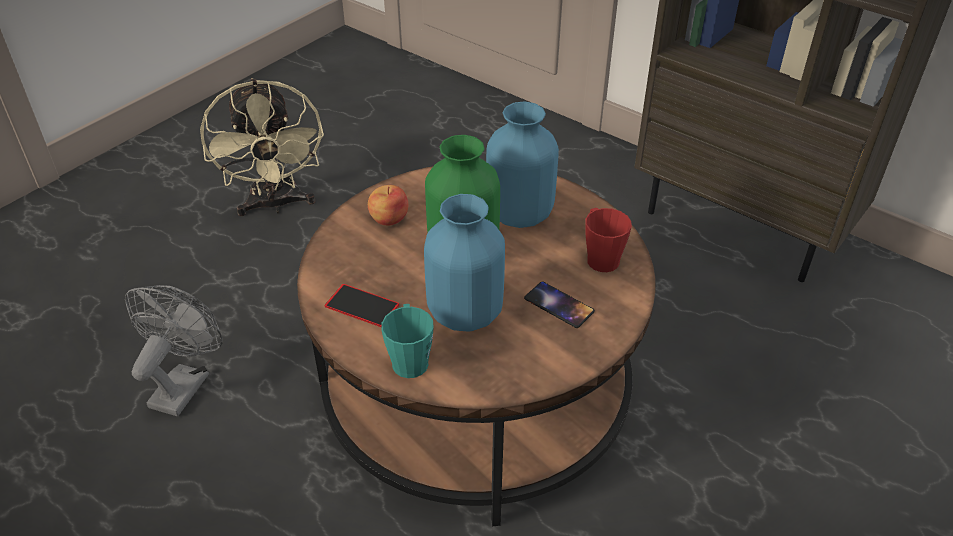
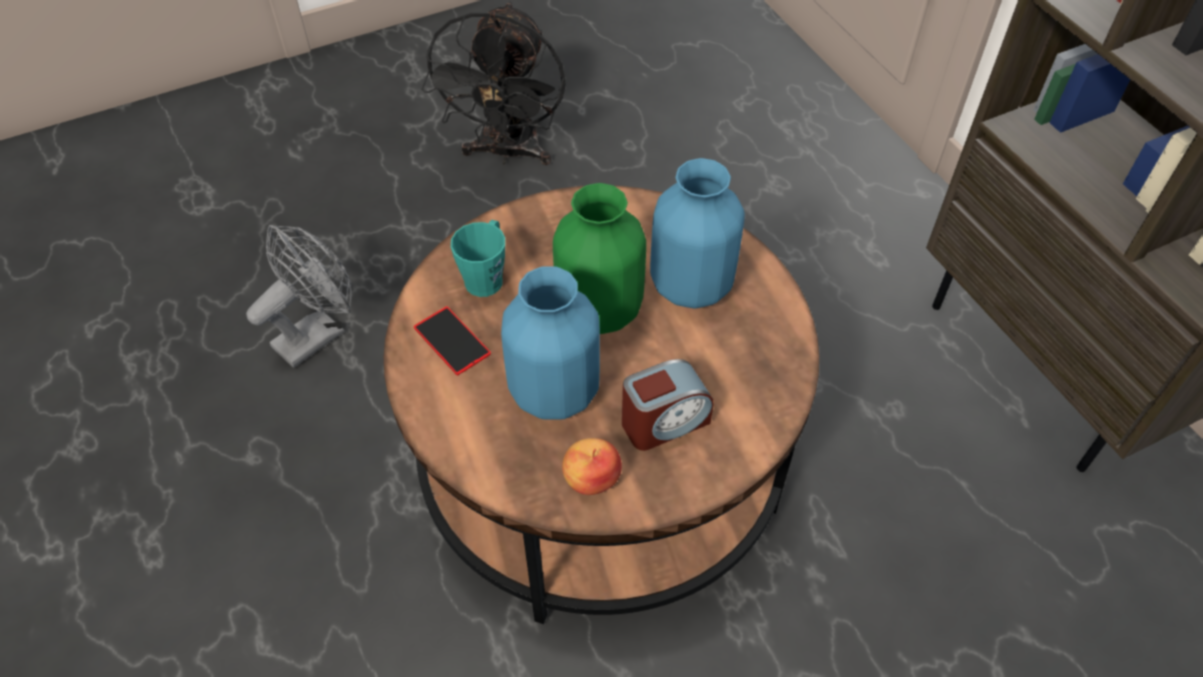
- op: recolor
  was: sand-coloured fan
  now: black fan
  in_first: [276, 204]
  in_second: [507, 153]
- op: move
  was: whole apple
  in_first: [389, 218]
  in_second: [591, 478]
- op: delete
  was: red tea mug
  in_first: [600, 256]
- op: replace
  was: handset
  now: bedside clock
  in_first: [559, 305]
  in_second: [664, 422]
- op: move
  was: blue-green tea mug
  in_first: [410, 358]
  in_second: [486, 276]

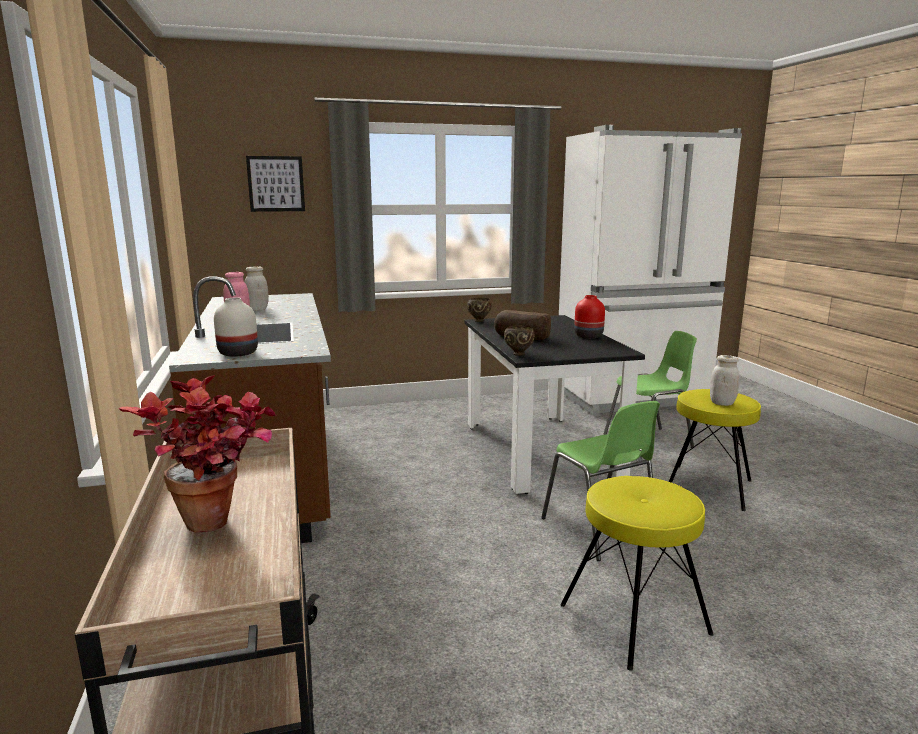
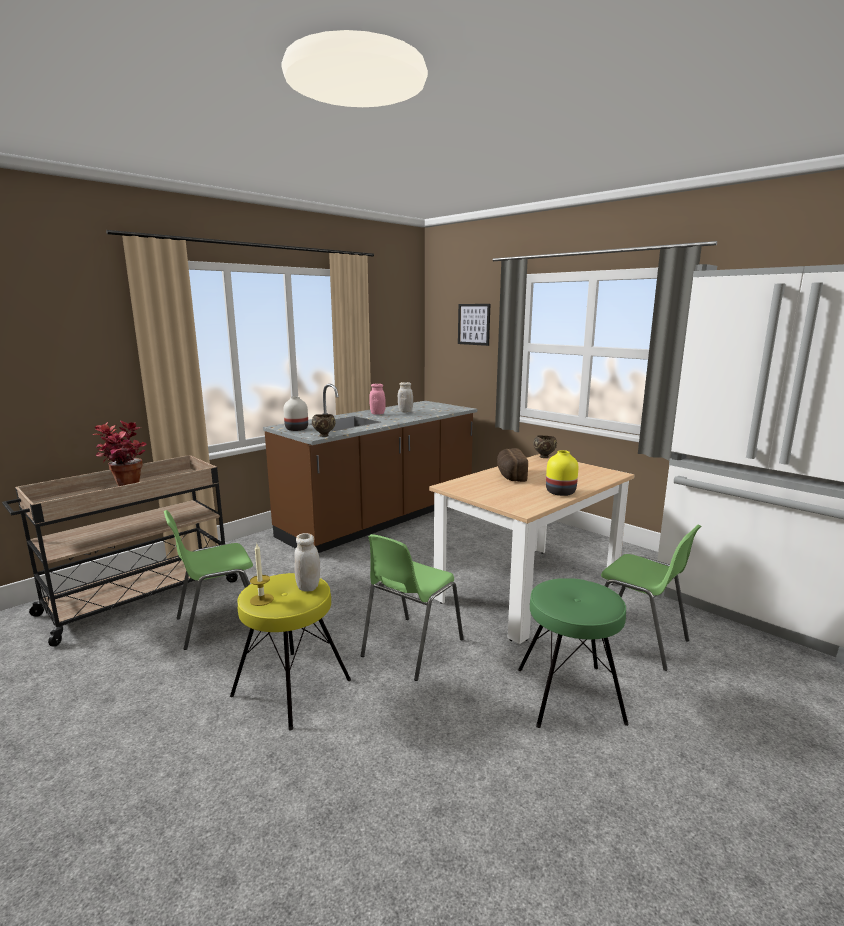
- op: recolor
  was: red vase
  now: yellow-coloured vase
  in_first: [587, 336]
  in_second: [560, 492]
- op: recolor
  was: black dining table
  now: sand-coloured dining table
  in_first: [539, 451]
  in_second: [529, 590]
- op: move
  was: brown serving bowl
  in_first: [518, 354]
  in_second: [324, 435]
- op: move
  was: whitish preserve jar
  in_first: [722, 403]
  in_second: [308, 587]
- op: recolor
  was: yellow-coloured sitting stool
  now: green-coloured sitting stool
  in_first: [707, 487]
  in_second: [568, 694]
- op: insert
  now: green-coloured upright chair
  in_second: [220, 623]
- op: insert
  now: wax light
  in_second: [261, 599]

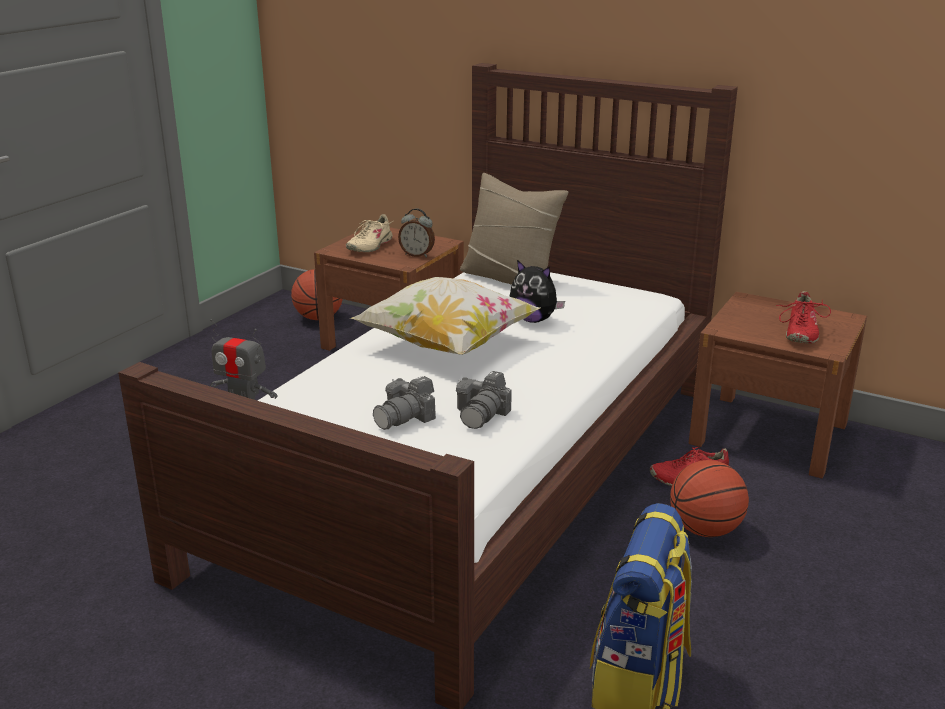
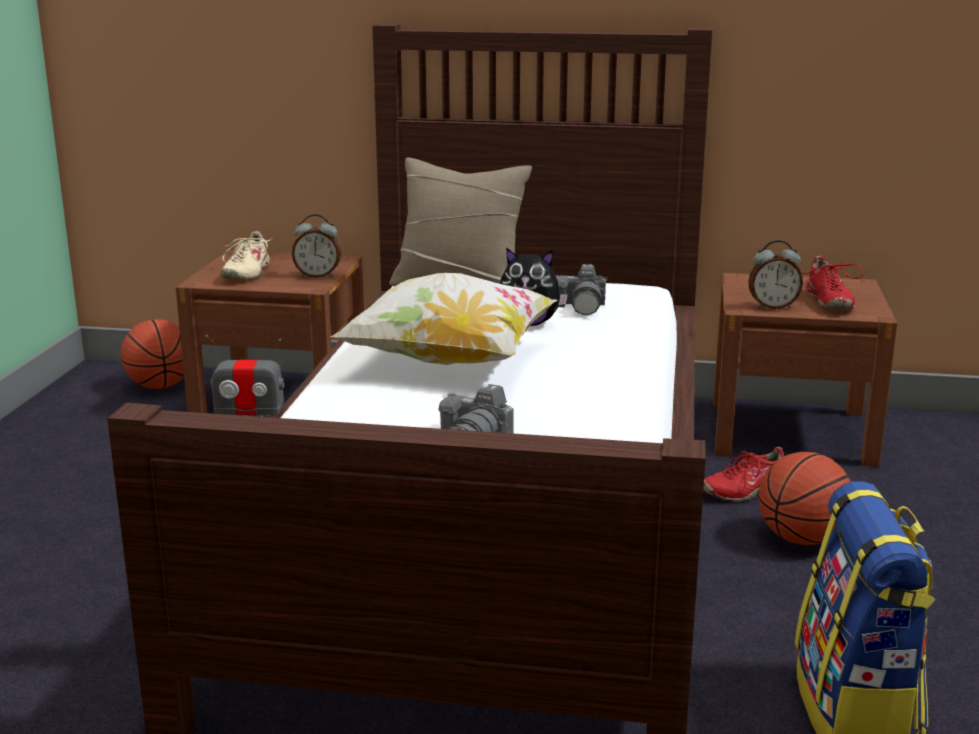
- op: move
  was: still camera
  in_first: [482, 414]
  in_second: [581, 307]
- op: insert
  now: bedside clock
  in_second: [772, 307]

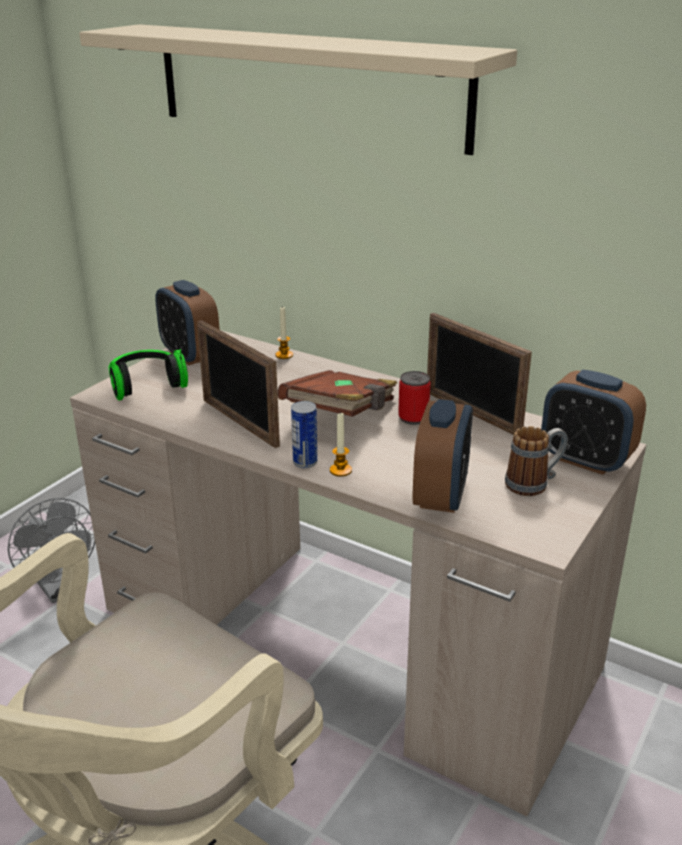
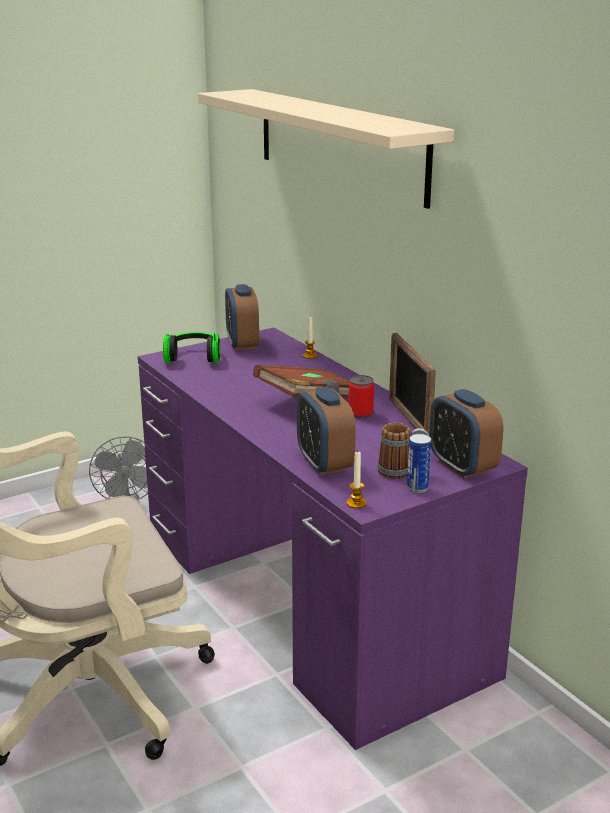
- op: delete
  was: photo frame
  in_first: [239, 423]
- op: recolor
  was: sand-coloured desk table
  now: purple-coloured desk table
  in_first: [344, 639]
  in_second: [307, 599]
- op: rotate
  was: bedside clock
  in_first: [441, 495]
  in_second: [324, 464]
  clockwise: 120
- op: move
  was: metal can
  in_first: [305, 462]
  in_second: [417, 488]
- op: move
  was: wax light
  in_first: [340, 470]
  in_second: [356, 503]

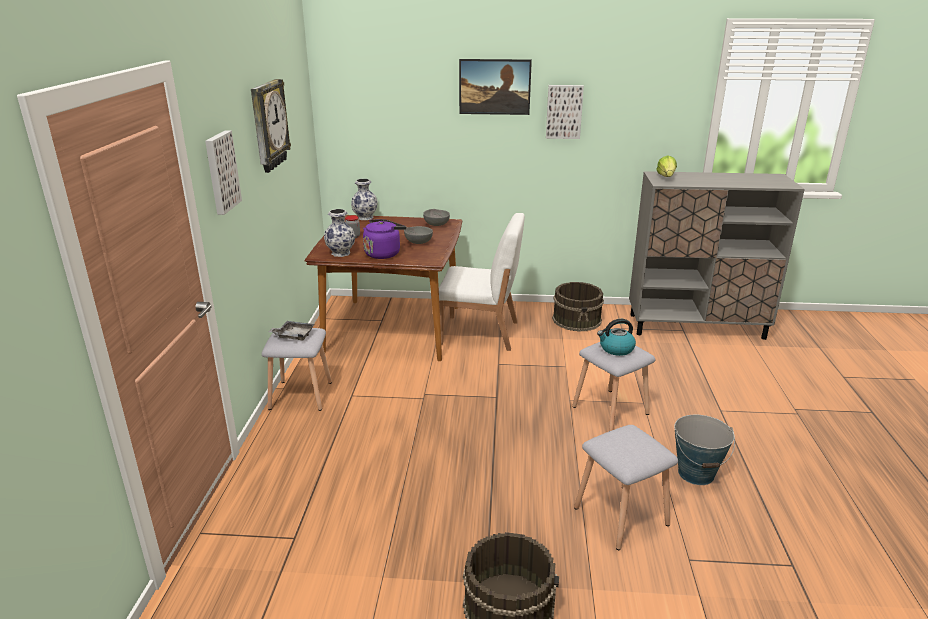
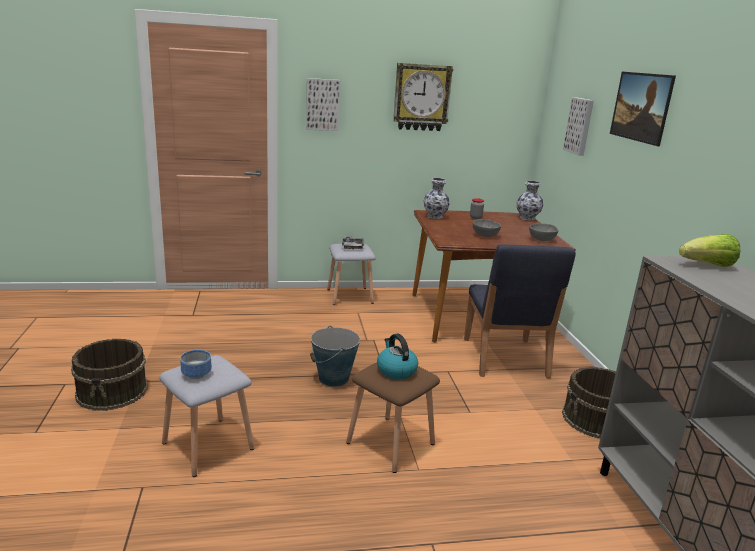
- op: move
  was: wall picture
  in_first: [564, 111]
  in_second: [580, 126]
- op: recolor
  was: whitish upright chair
  now: blue upright chair
  in_first: [480, 333]
  in_second: [504, 358]
- op: delete
  was: purple-coloured tea kettle
  in_first: [384, 253]
- op: recolor
  was: greyish sitting stool
  now: brown sitting stool
  in_first: [610, 409]
  in_second: [392, 443]
- op: move
  was: bucket
  in_first: [696, 473]
  in_second: [334, 378]
- op: insert
  now: serving bowl
  in_second: [197, 374]

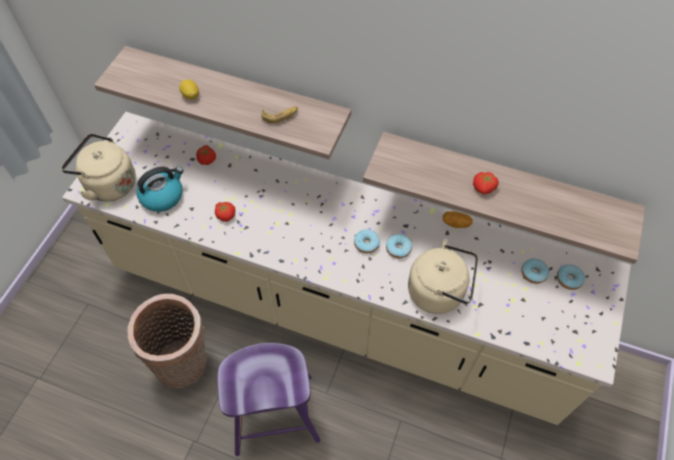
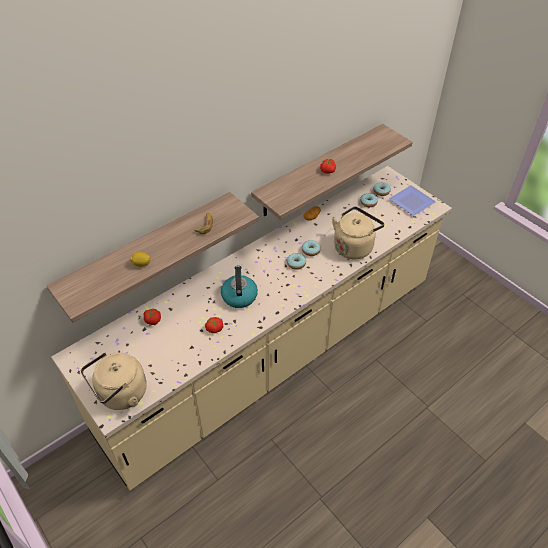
- op: move
  was: tea kettle
  in_first: [163, 196]
  in_second: [239, 296]
- op: delete
  was: basket
  in_first: [184, 362]
- op: delete
  was: purple-coloured sitting stool
  in_first: [273, 414]
- op: insert
  now: dinner plate
  in_second: [410, 202]

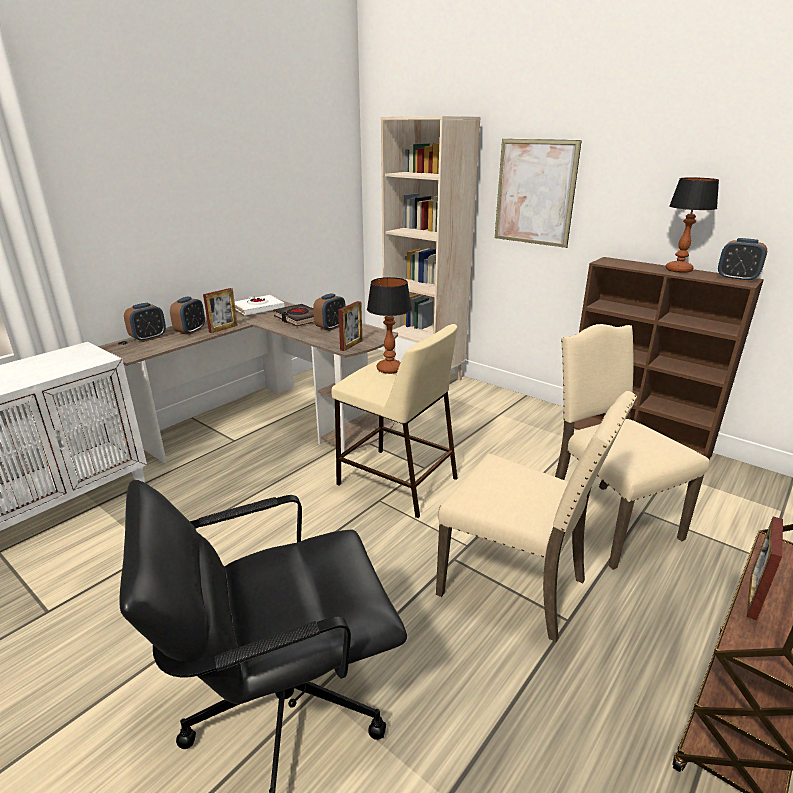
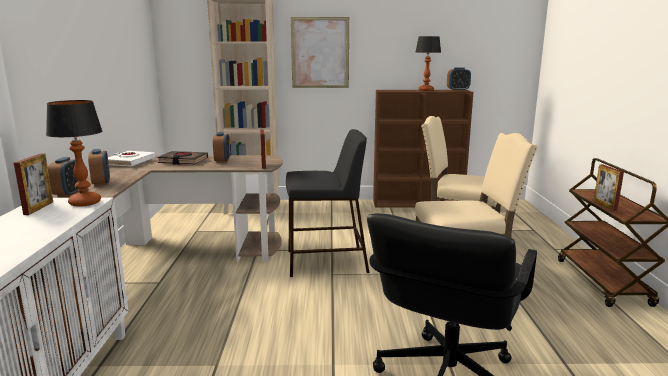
- op: move
  was: lamp for a table
  in_first: [390, 369]
  in_second: [85, 202]
- op: move
  was: photo frame
  in_first: [223, 328]
  in_second: [39, 208]
- op: recolor
  was: sand-coloured sitting stool
  now: black sitting stool
  in_first: [395, 481]
  in_second: [325, 261]

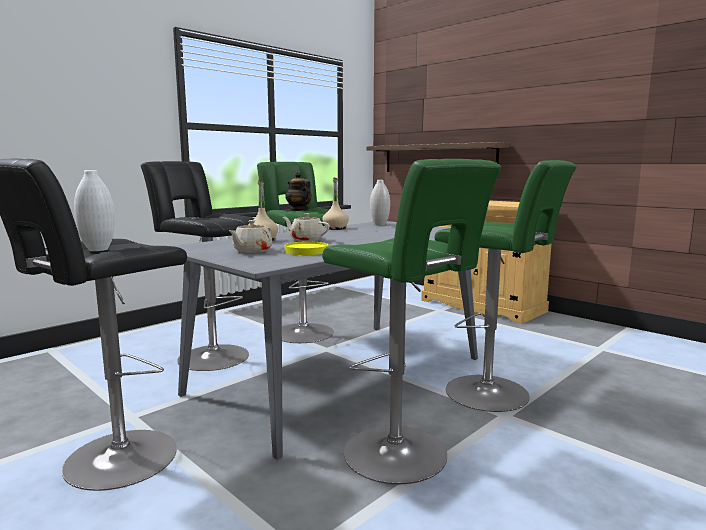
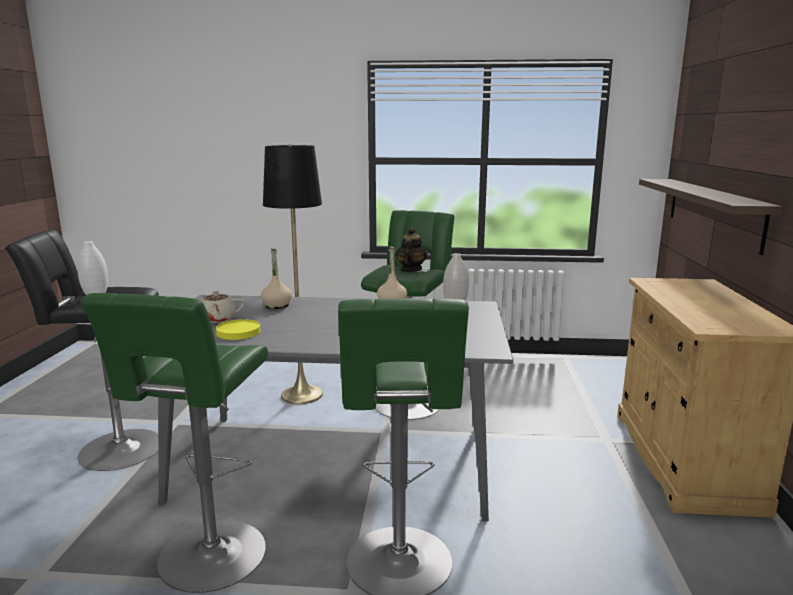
- op: replace
  was: black sitting stool
  now: black standard lamp
  in_first: [209, 356]
  in_second: [301, 395]
- op: delete
  was: sand-coloured pot for tea
  in_first: [306, 240]

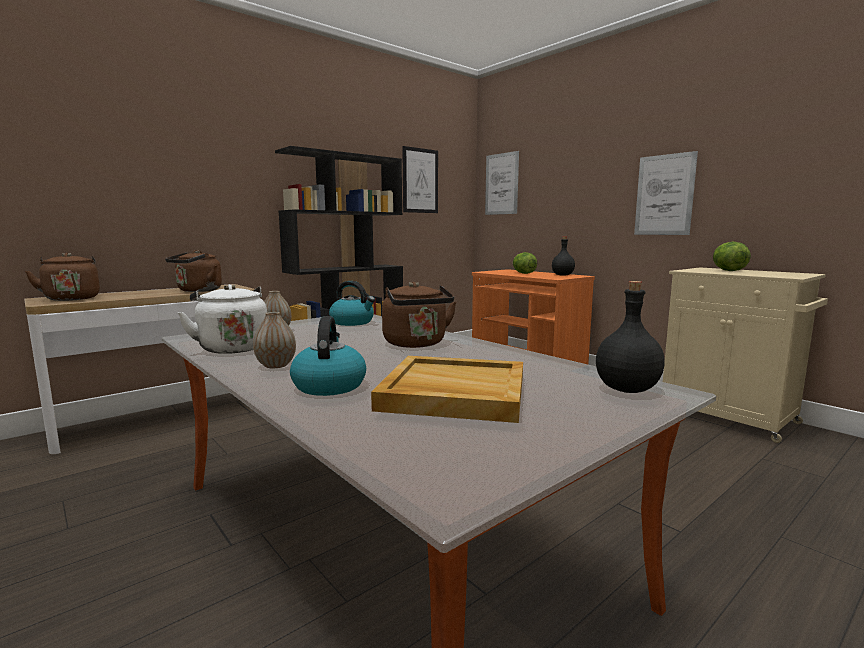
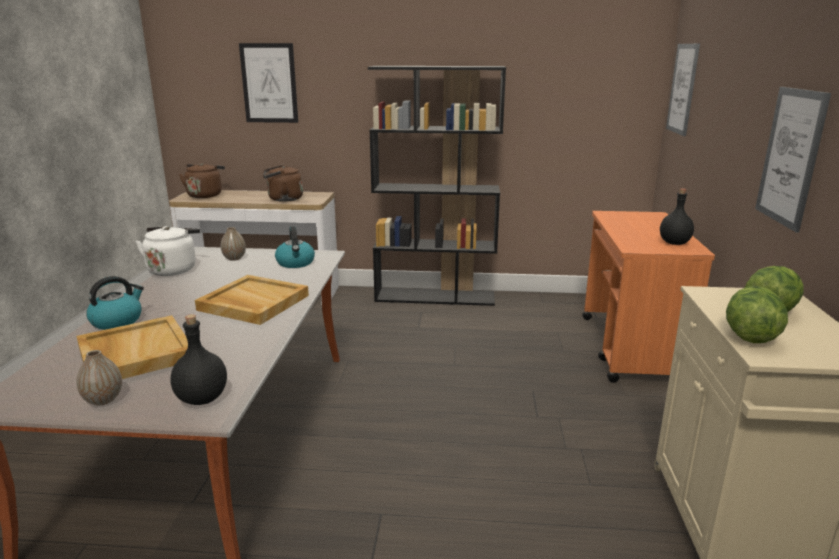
- op: move
  was: wall picture
  in_first: [420, 181]
  in_second: [269, 83]
- op: move
  was: lettuce
  in_first: [523, 273]
  in_second: [750, 336]
- op: replace
  was: brown tea kettle
  now: sand-coloured serving tray
  in_first: [416, 344]
  in_second: [252, 303]
- op: move
  was: vase
  in_first: [276, 365]
  in_second: [103, 400]

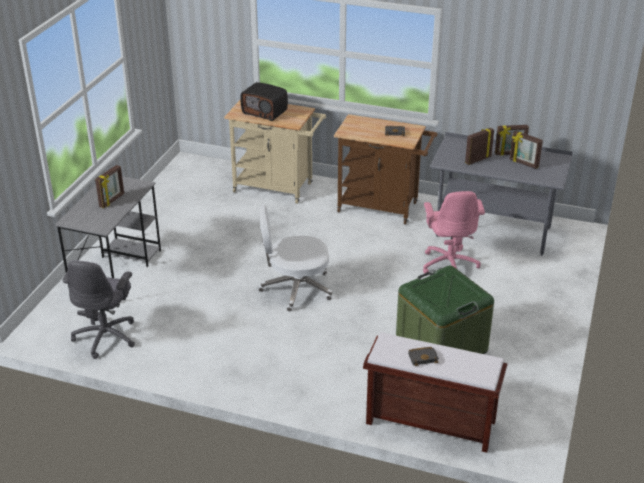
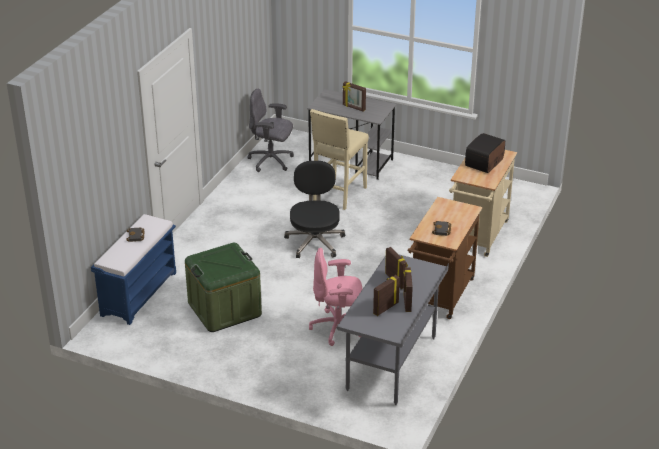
- op: recolor
  was: whitish computer chair
  now: black computer chair
  in_first: [295, 288]
  in_second: [315, 241]
- op: recolor
  was: brown long seat
  now: blue long seat
  in_first: [429, 423]
  in_second: [139, 293]
- op: insert
  now: sand-coloured sitting stool
  in_second: [338, 194]

